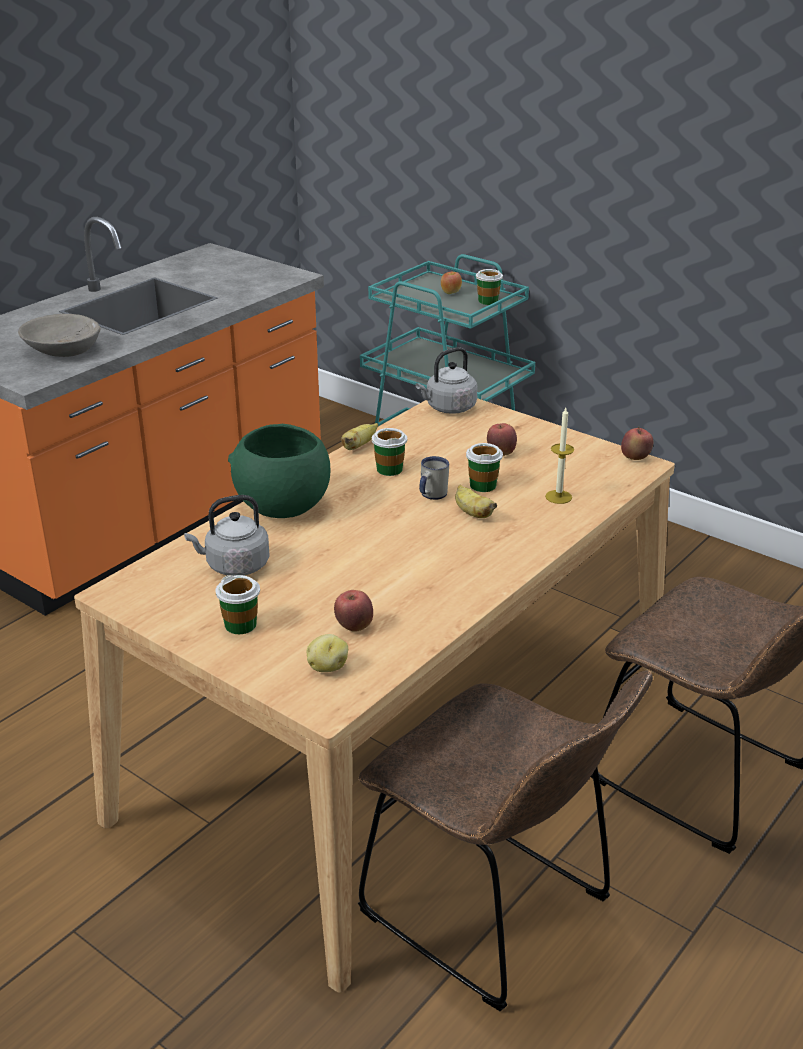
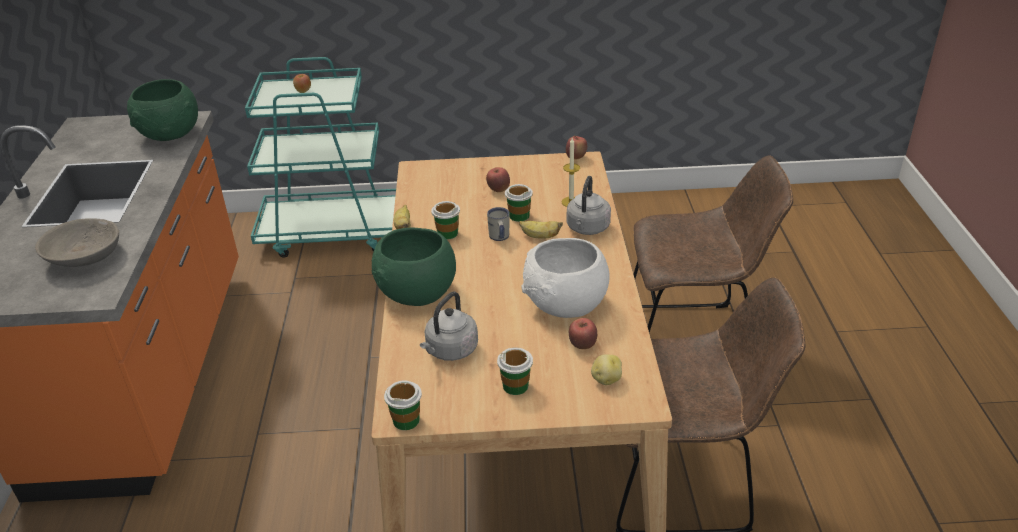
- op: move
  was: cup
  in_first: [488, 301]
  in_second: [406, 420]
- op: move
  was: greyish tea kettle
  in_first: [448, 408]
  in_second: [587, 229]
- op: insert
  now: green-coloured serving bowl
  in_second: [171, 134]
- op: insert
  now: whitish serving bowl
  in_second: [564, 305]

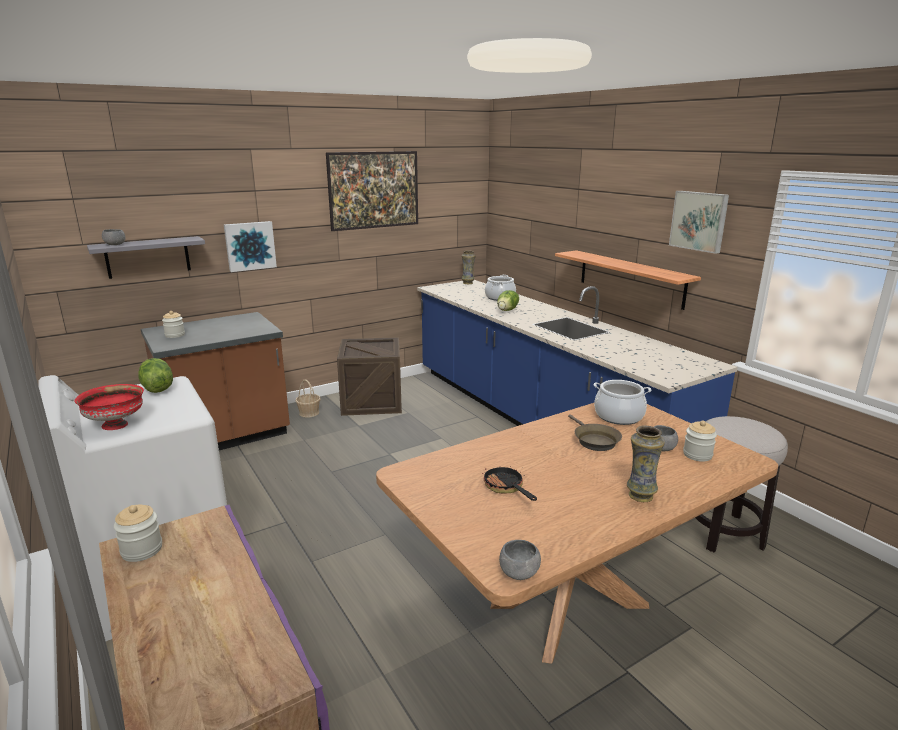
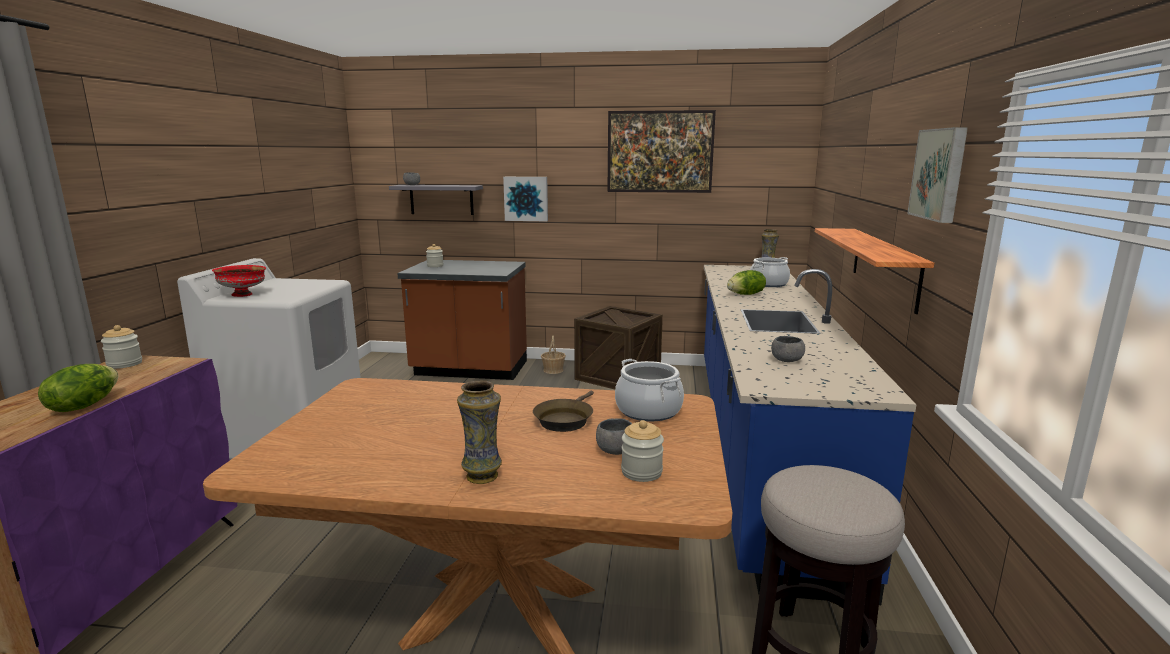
- op: move
  was: lettuce
  in_first: [156, 388]
  in_second: [83, 405]
- op: delete
  was: pan
  in_first: [506, 488]
- op: move
  was: greyish serving bowl
  in_first: [518, 573]
  in_second: [786, 360]

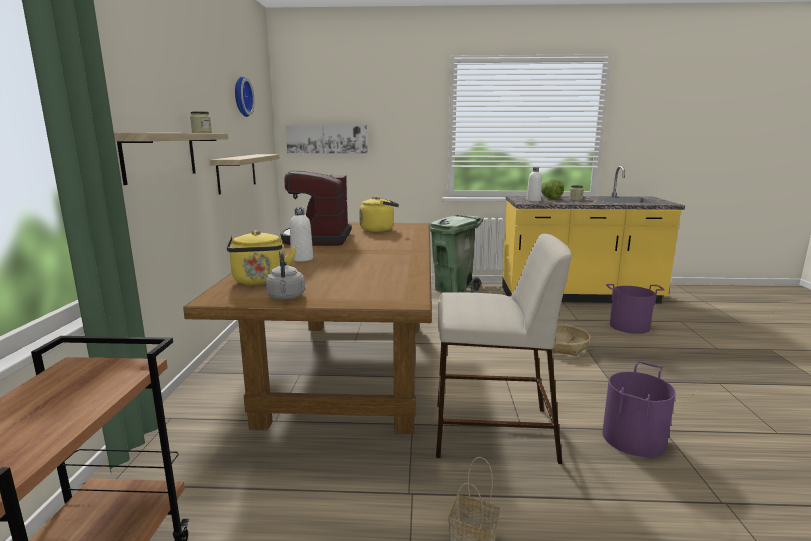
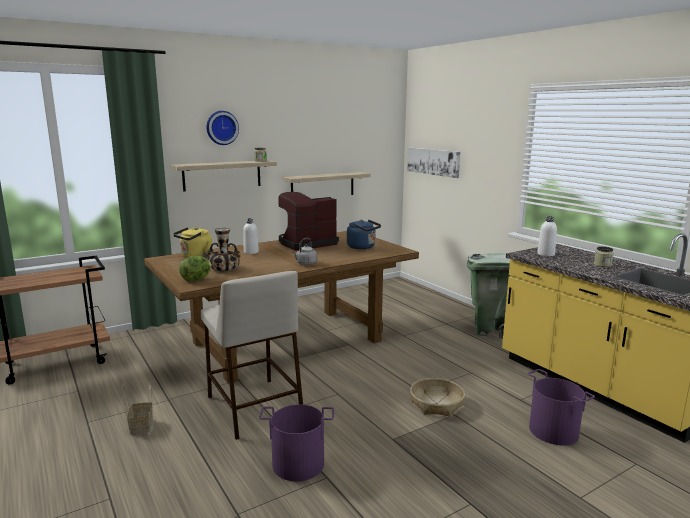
- op: move
  was: hanging clock
  in_first: [241, 96]
  in_second: [221, 128]
- op: move
  was: lettuce
  in_first: [550, 198]
  in_second: [196, 280]
- op: recolor
  was: yellow-coloured tea kettle
  now: blue tea kettle
  in_first: [379, 229]
  in_second: [363, 247]
- op: move
  was: greyish tea kettle
  in_first: [286, 297]
  in_second: [305, 264]
- op: insert
  now: vase
  in_second: [223, 269]

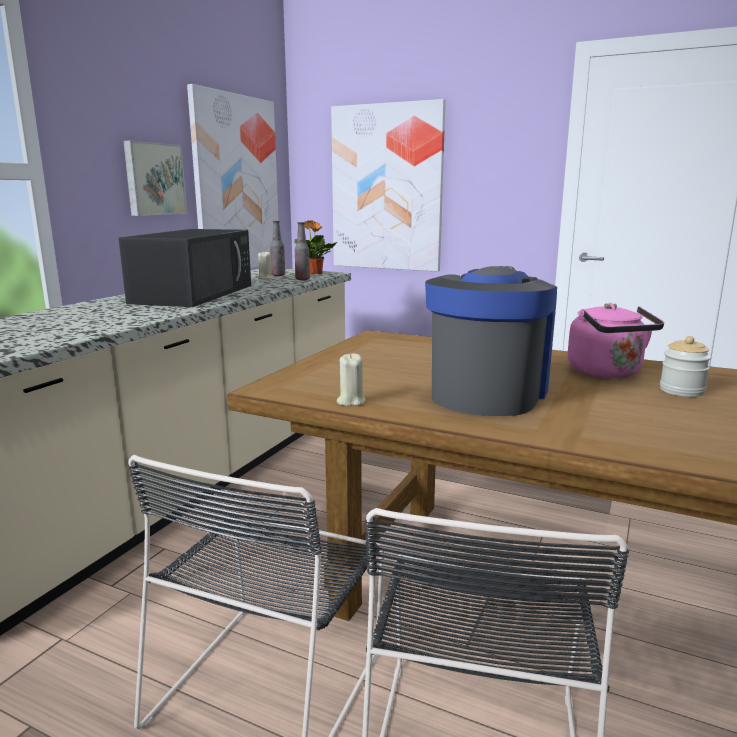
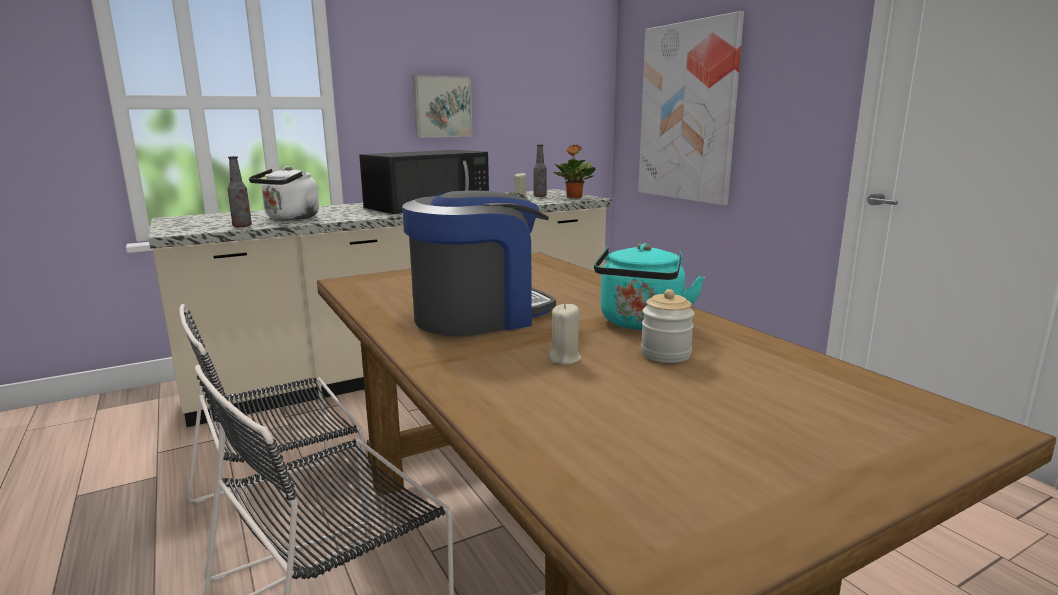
- op: delete
  was: wall picture
  in_first: [236, 184]
- op: move
  was: beverage bottle
  in_first: [302, 279]
  in_second: [242, 226]
- op: recolor
  was: pink tea kettle
  now: blue-green tea kettle
  in_first: [607, 373]
  in_second: [640, 323]
- op: move
  was: sand-coloured wax light
  in_first: [350, 401]
  in_second: [564, 358]
- op: insert
  now: whitish tea kettle
  in_second: [290, 218]

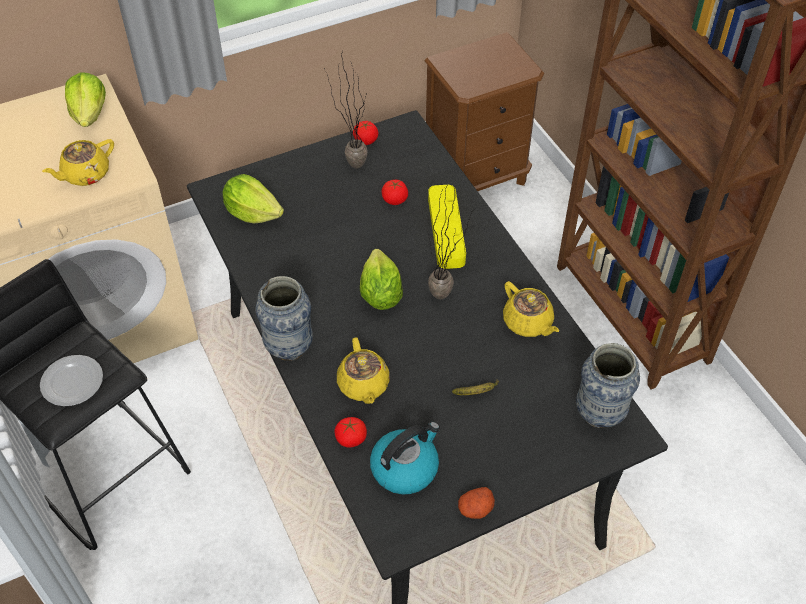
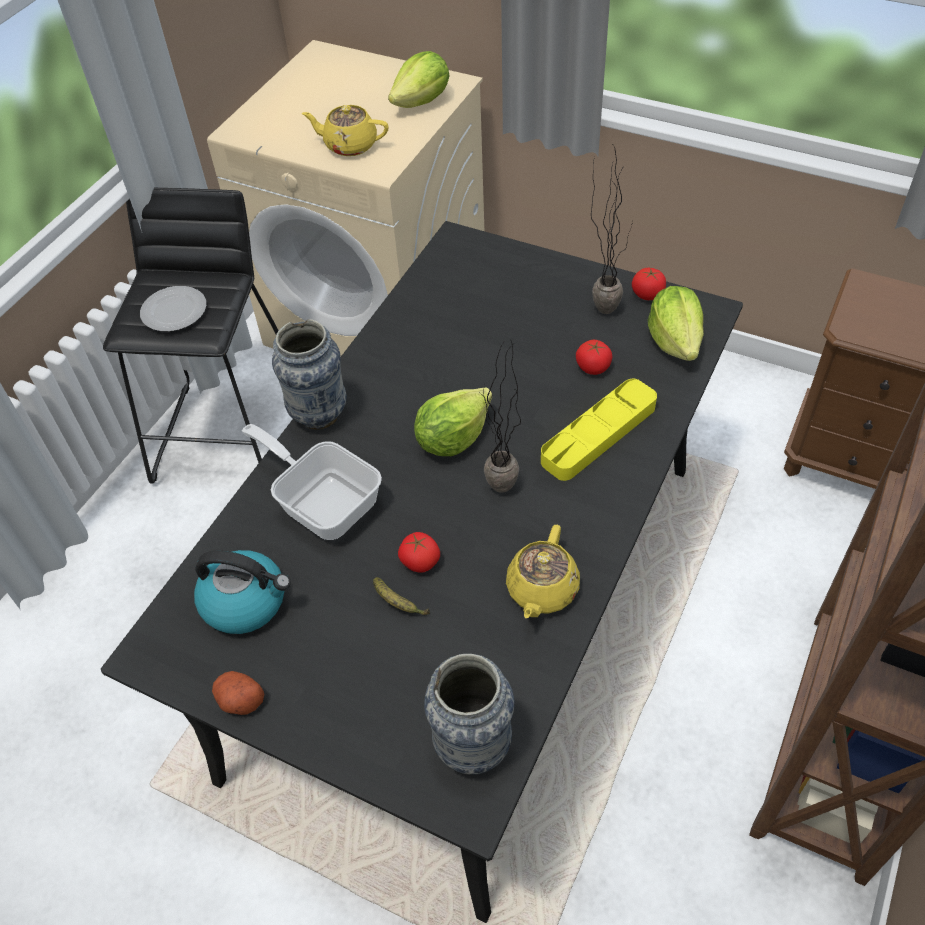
- op: move
  was: lettuce
  in_first: [252, 213]
  in_second: [675, 341]
- op: replace
  was: yellow-coloured pot for tea
  now: pan
  in_first: [363, 385]
  in_second: [323, 500]
- op: move
  was: whole tomato
  in_first: [351, 439]
  in_second: [420, 562]

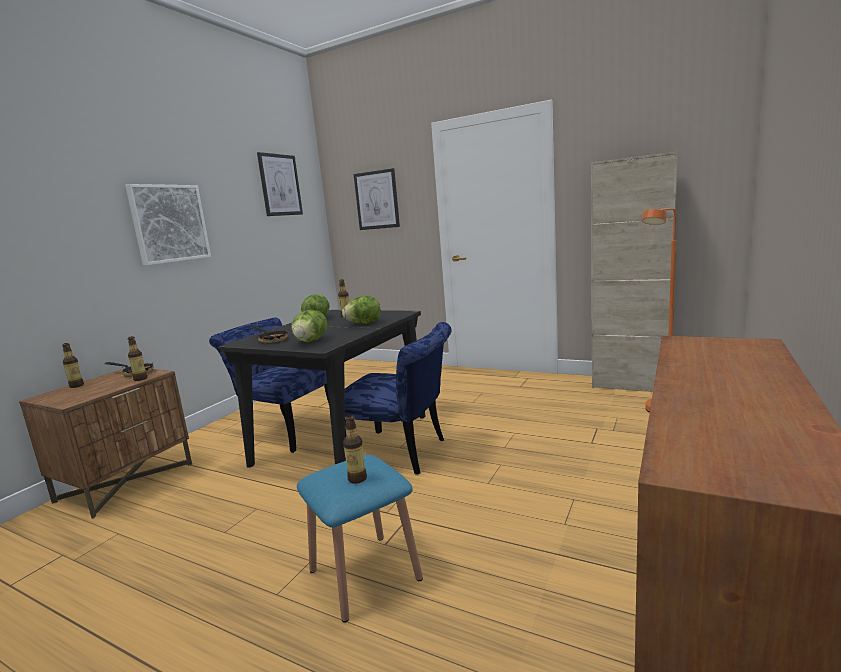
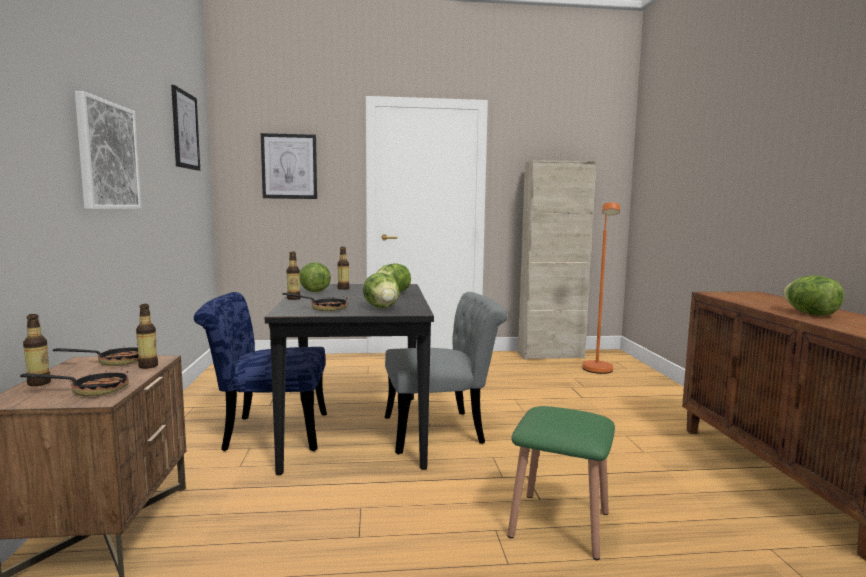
- op: recolor
  was: blue upright chair
  now: greyish upright chair
  in_first: [404, 454]
  in_second: [443, 431]
- op: move
  was: beverage bottle
  in_first: [357, 479]
  in_second: [293, 298]
- op: recolor
  was: blue sitting stool
  now: green-coloured sitting stool
  in_first: [365, 574]
  in_second: [559, 524]
- op: insert
  now: lettuce
  in_second: [810, 314]
- op: insert
  now: pan
  in_second: [91, 390]

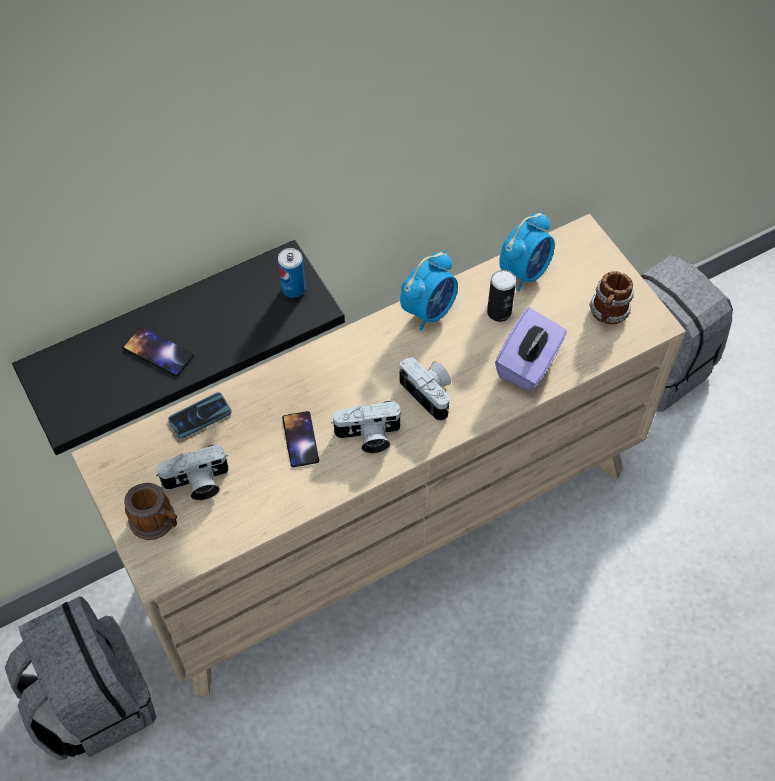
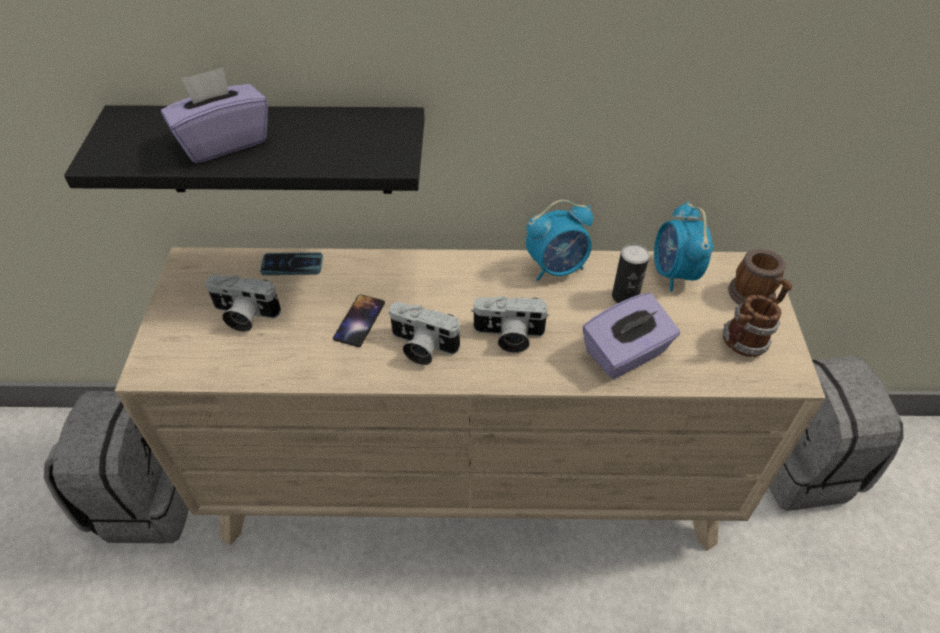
- op: rotate
  was: bedside clock
  in_first: [525, 271]
  in_second: [674, 273]
  clockwise: 105
- op: delete
  was: metal can
  in_first: [293, 289]
- op: replace
  was: handset
  now: purple-coloured tissue box
  in_first: [158, 351]
  in_second: [224, 141]
- op: rotate
  was: still camera
  in_first: [430, 393]
  in_second: [508, 336]
  clockwise: 105
- op: move
  was: tea mug
  in_first: [157, 521]
  in_second: [755, 297]

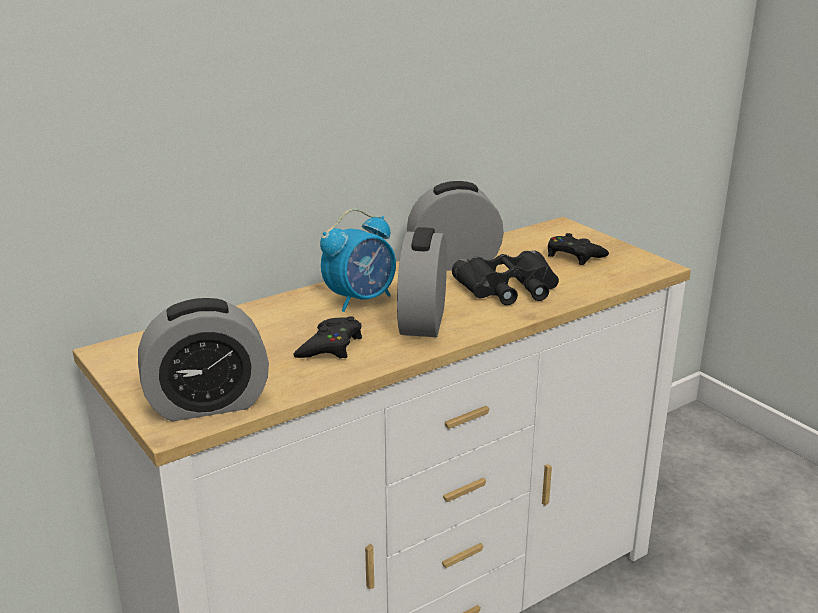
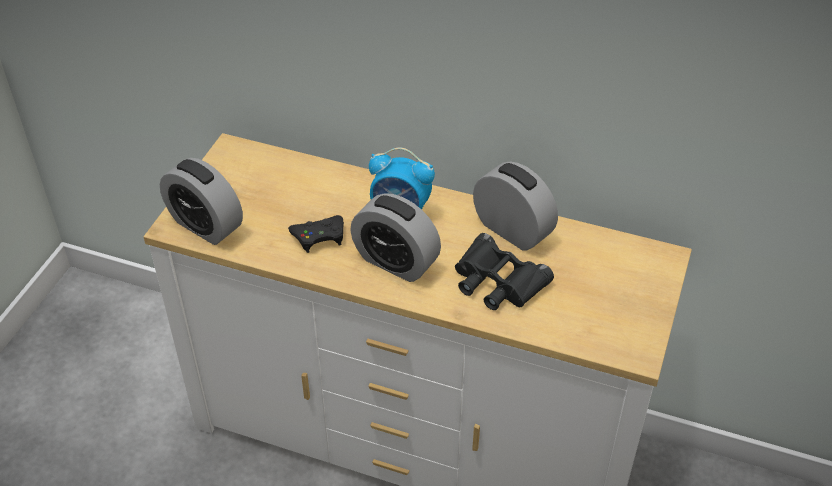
- op: rotate
  was: bedside clock
  in_first: [422, 321]
  in_second: [395, 262]
  clockwise: -120
- op: delete
  was: black gamepad
  in_first: [574, 256]

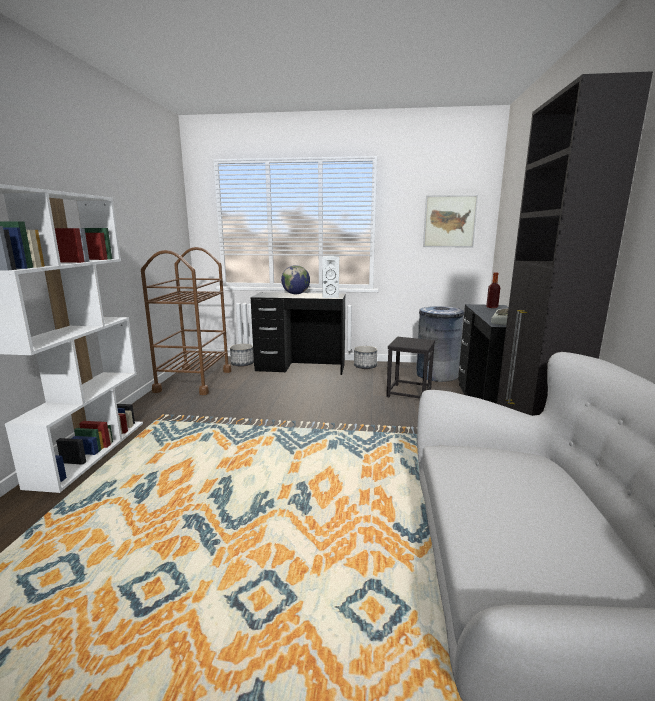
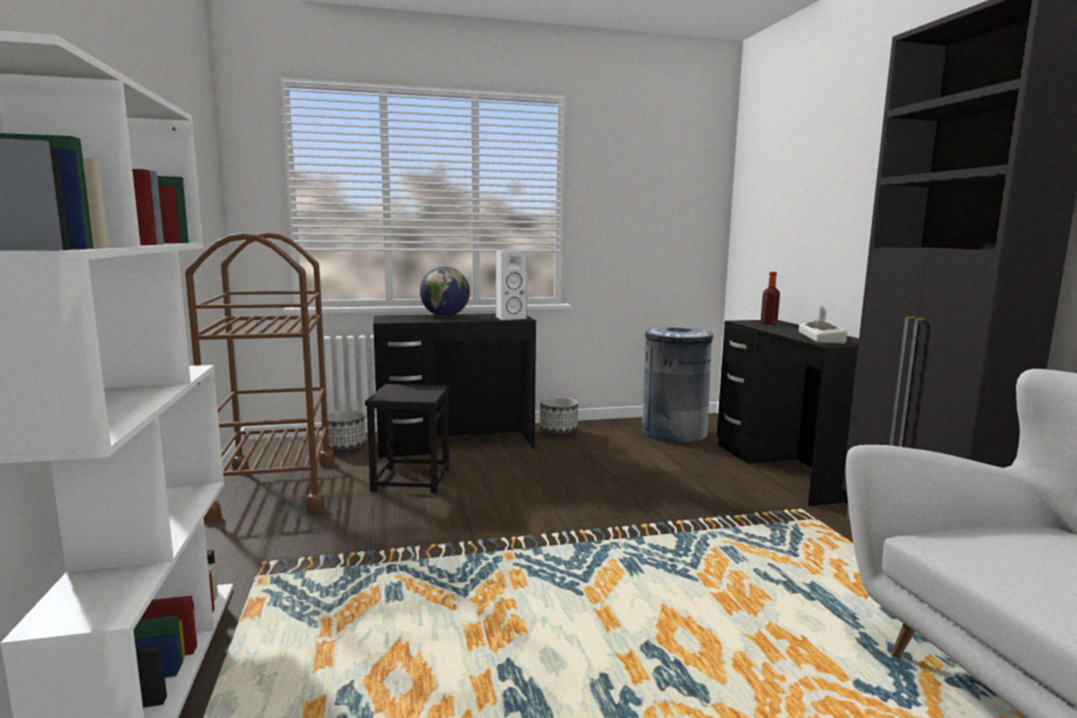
- op: delete
  was: wall picture
  in_first: [449, 221]
- op: move
  was: black sitting stool
  in_first: [408, 393]
  in_second: [410, 479]

